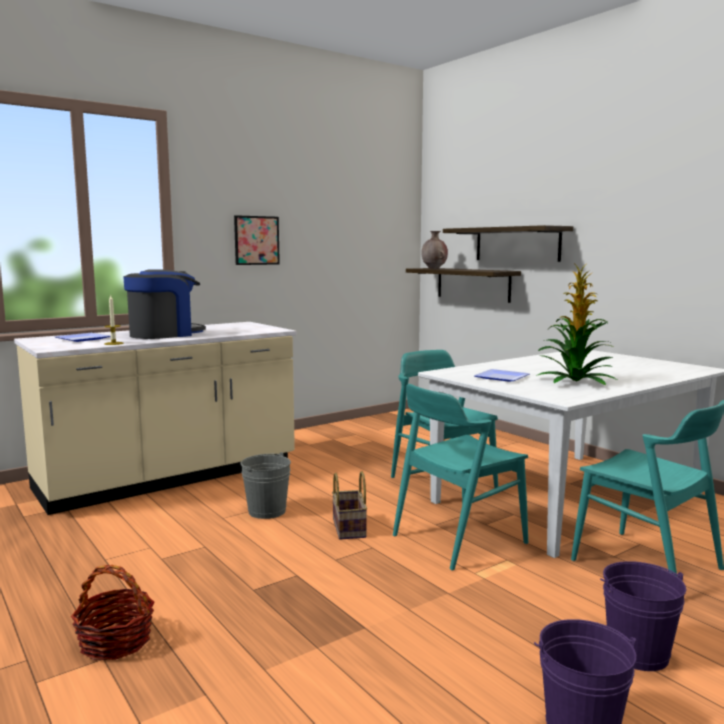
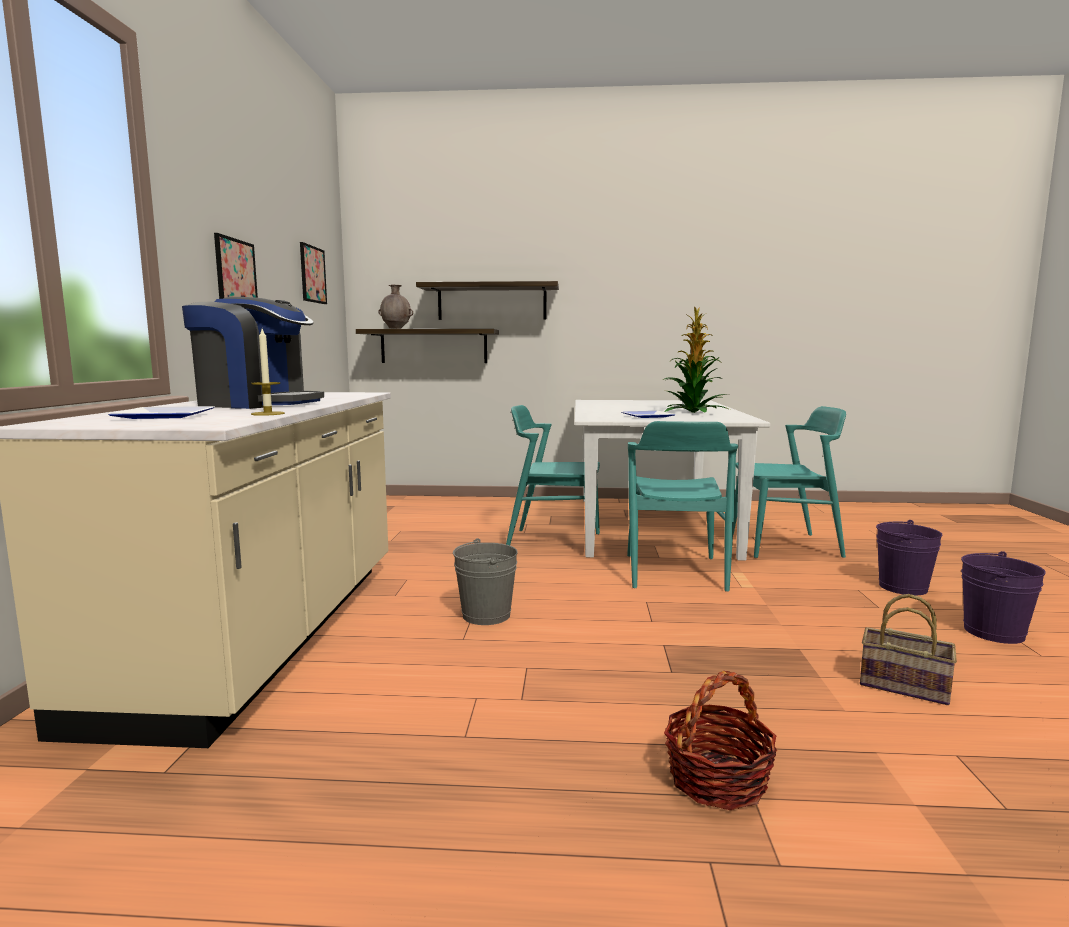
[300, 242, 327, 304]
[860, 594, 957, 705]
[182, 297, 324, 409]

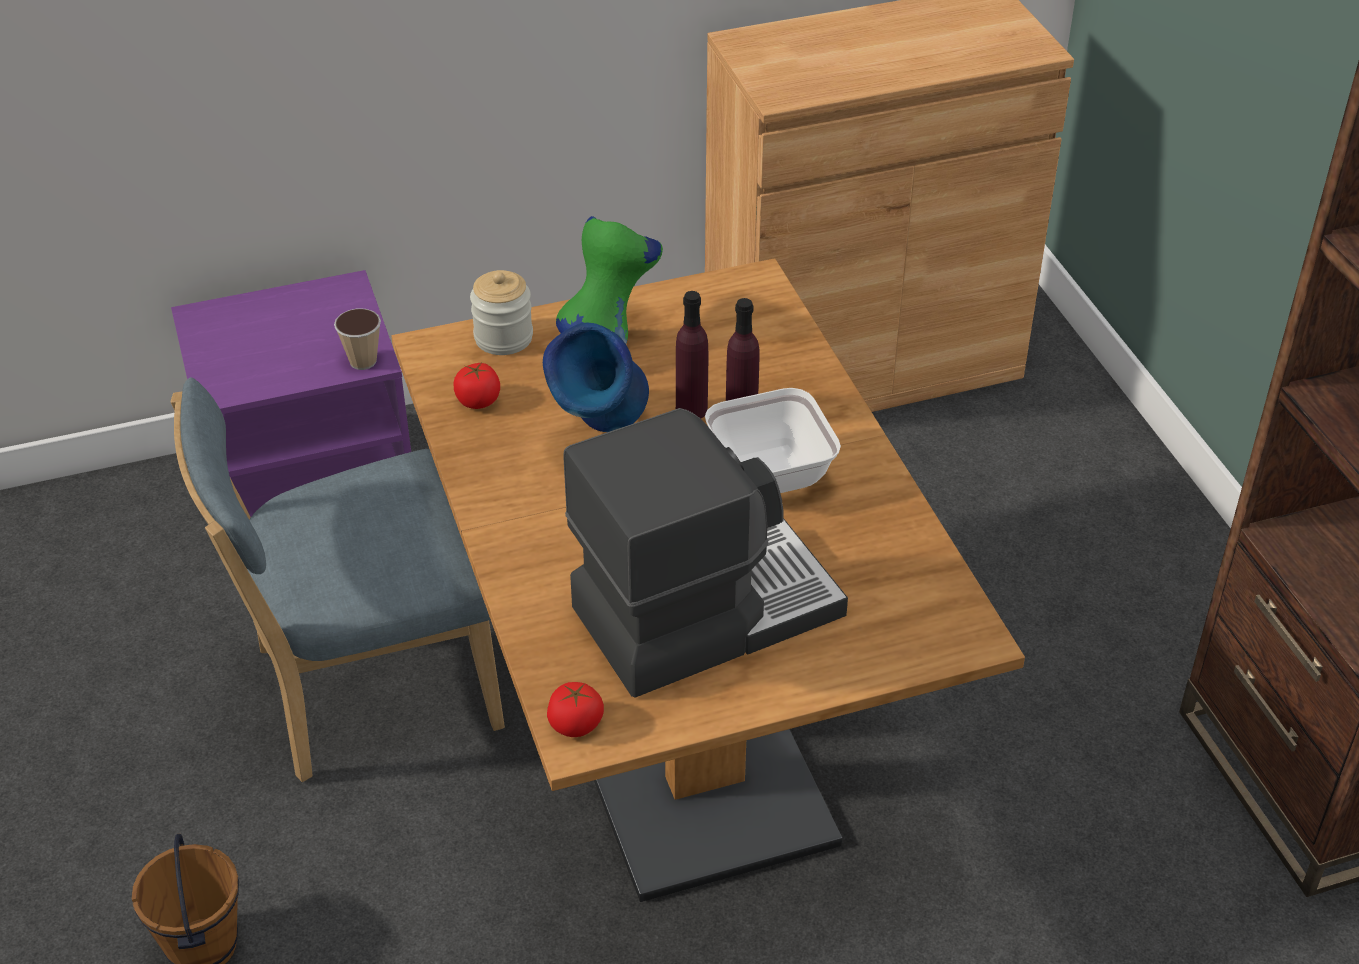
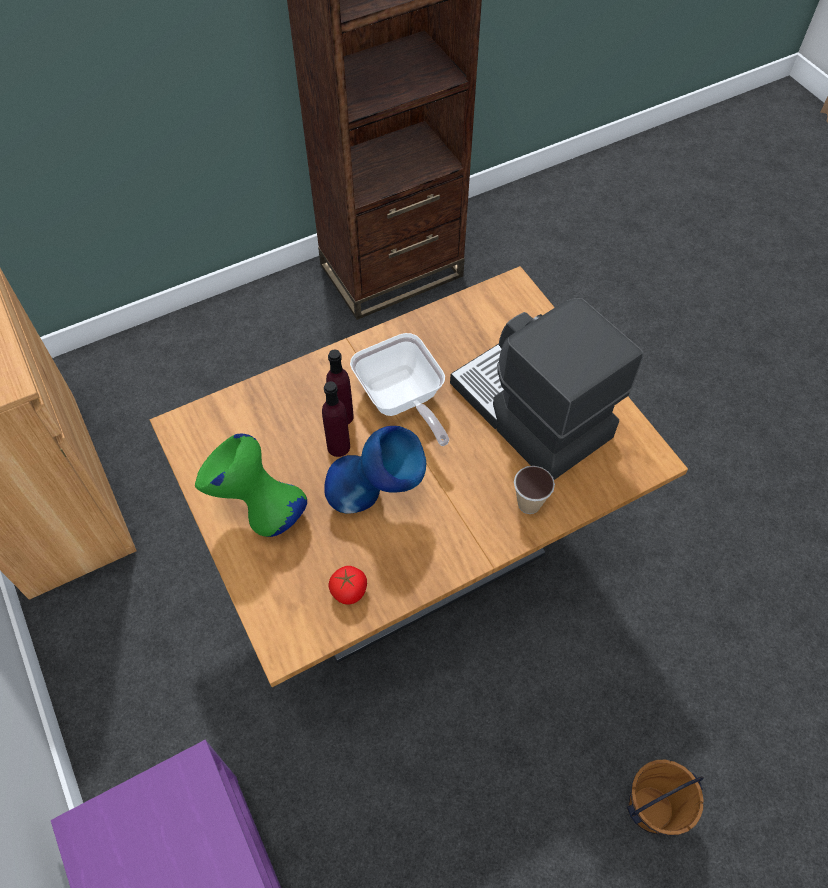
[171, 377, 505, 782] (first image)
[470, 270, 533, 355] (first image)
[547, 682, 604, 737] (first image)
[514, 466, 555, 514]

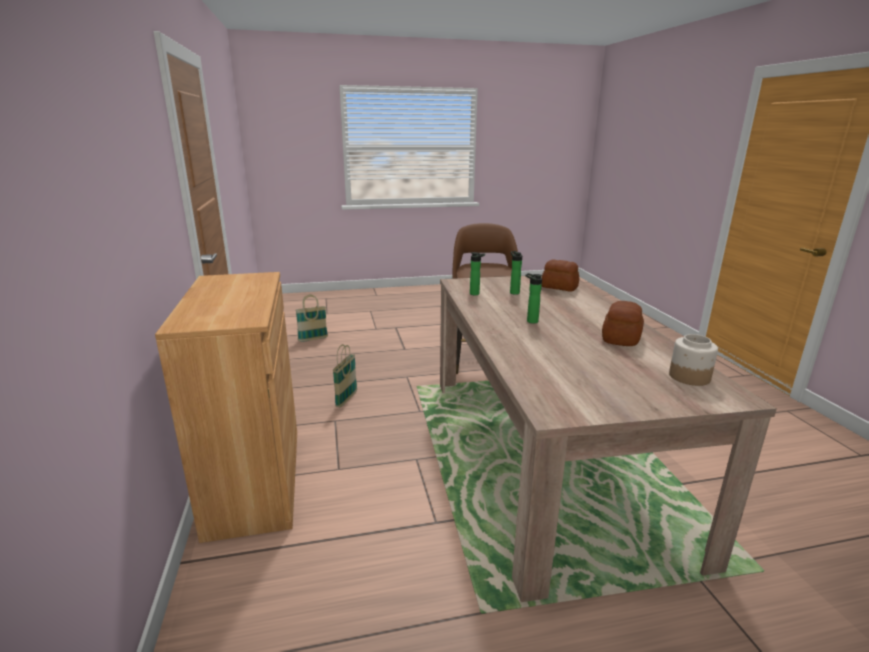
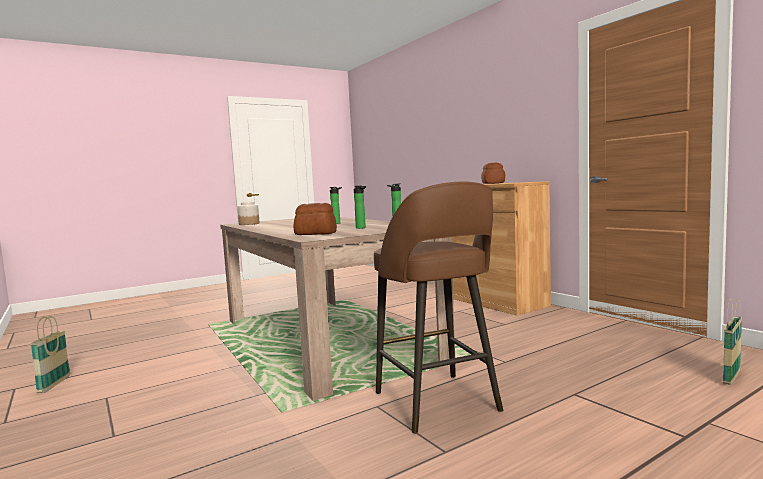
[30, 316, 70, 393]
[481, 163, 505, 184]

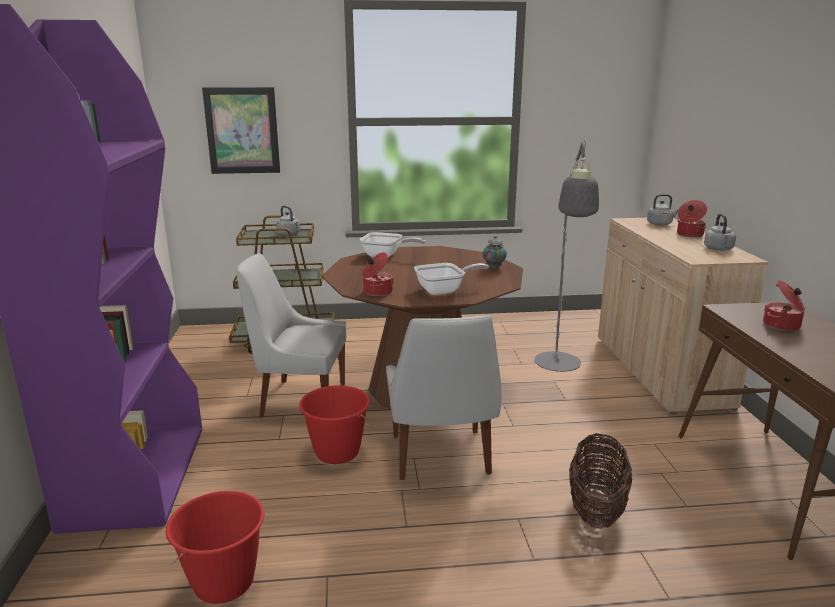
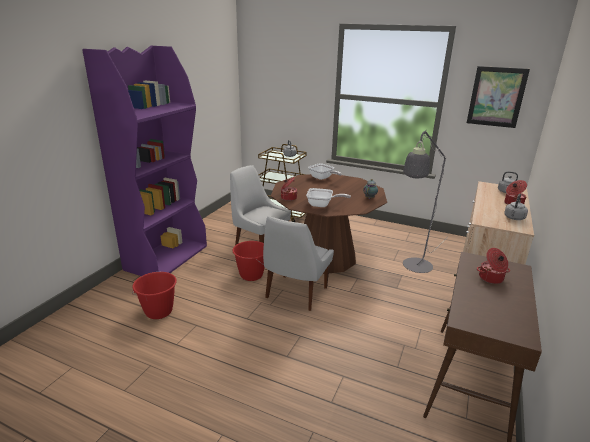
[569, 433, 632, 529] (first image)
[467, 66, 530, 128]

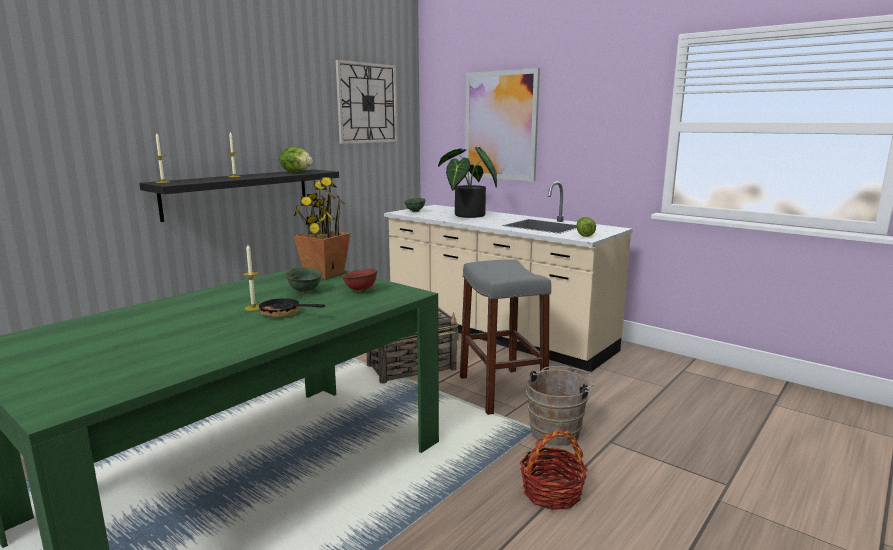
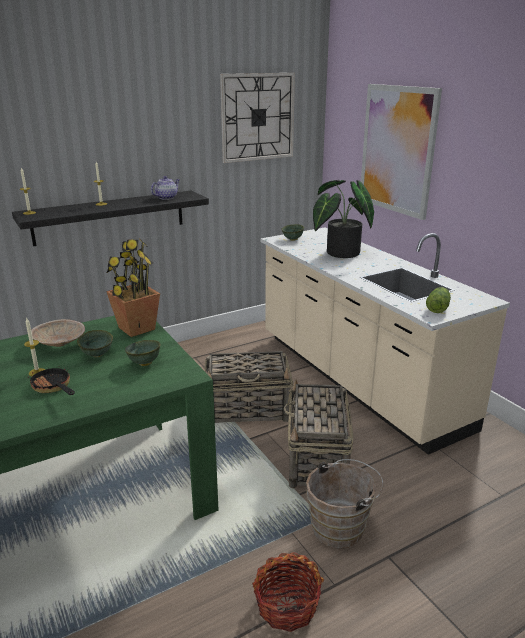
[31, 319, 85, 347]
[151, 176, 180, 200]
[284, 379, 353, 488]
[125, 340, 160, 366]

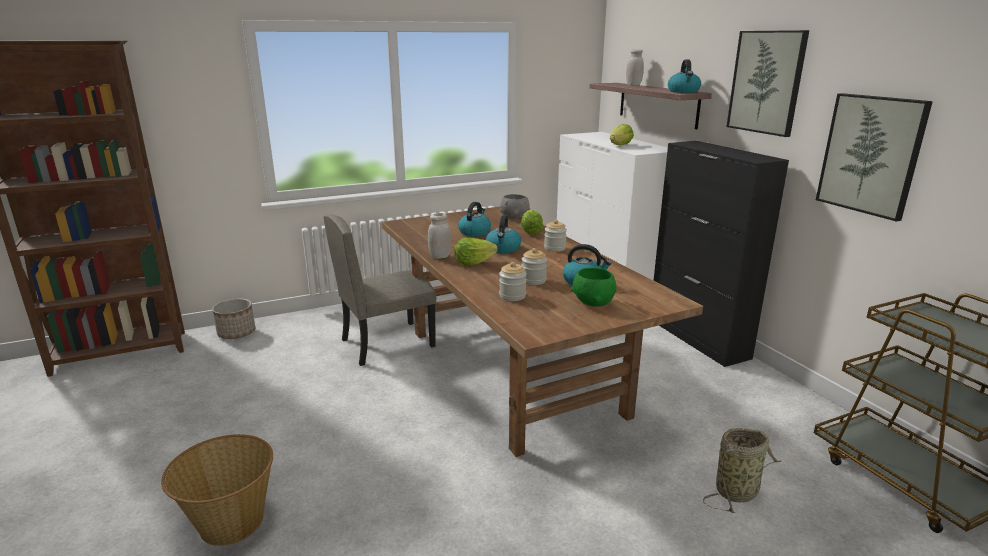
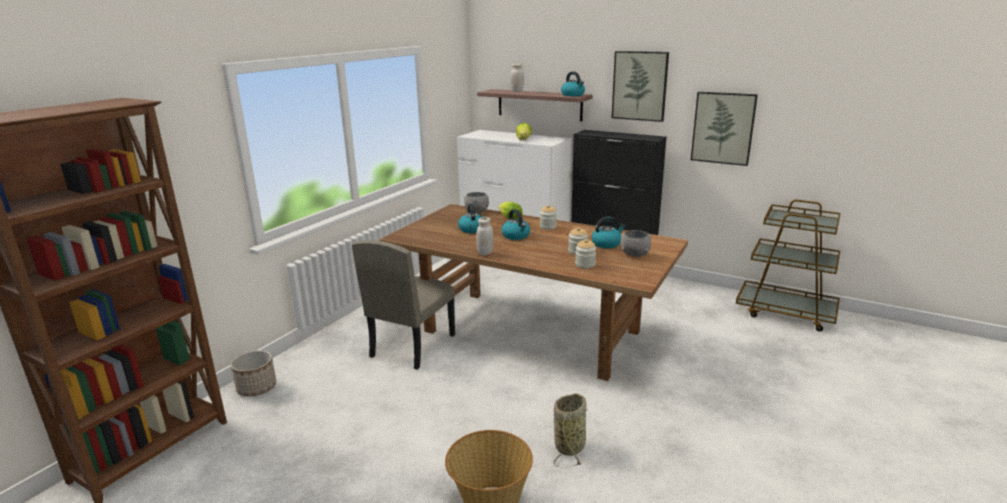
[454, 238, 498, 265] (first image)
[554, 393, 588, 468]
[620, 230, 652, 257]

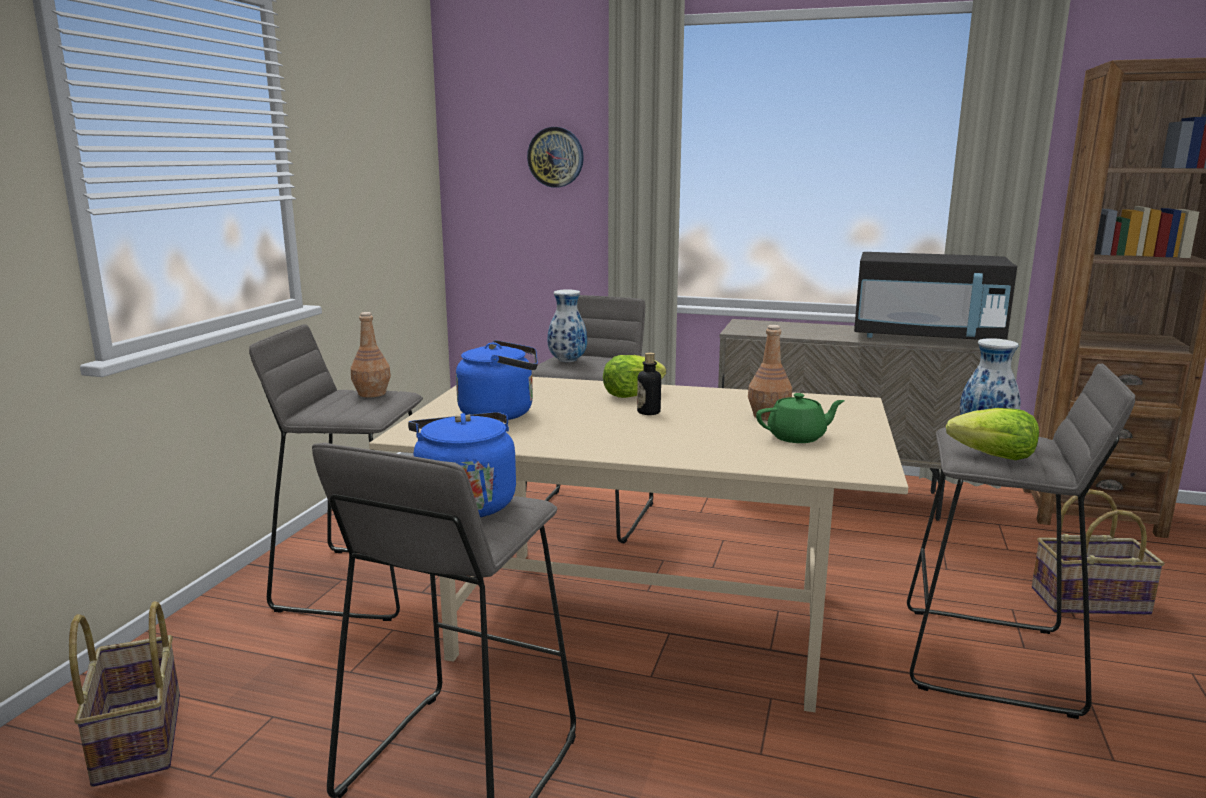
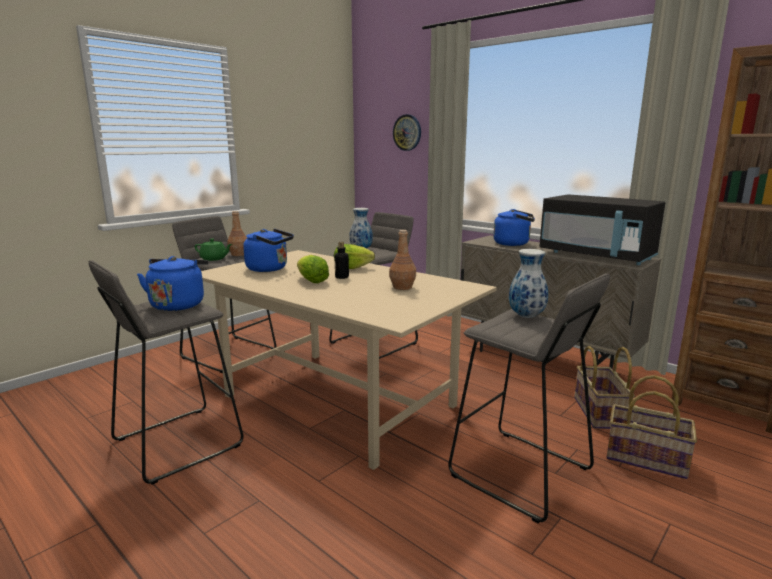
[493, 209, 535, 246]
[574, 346, 635, 429]
[195, 239, 232, 261]
[297, 255, 329, 283]

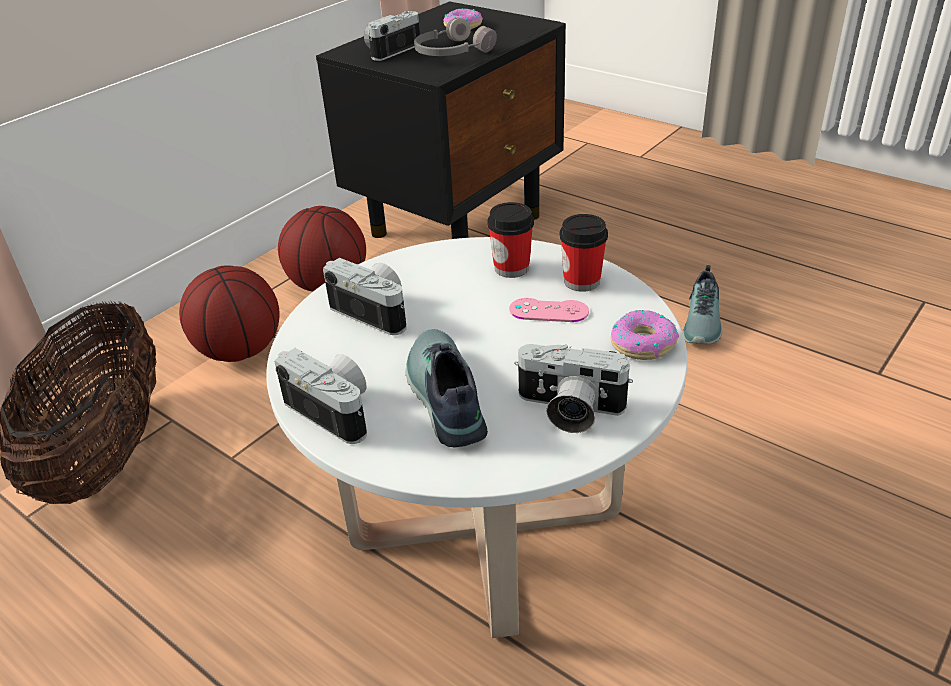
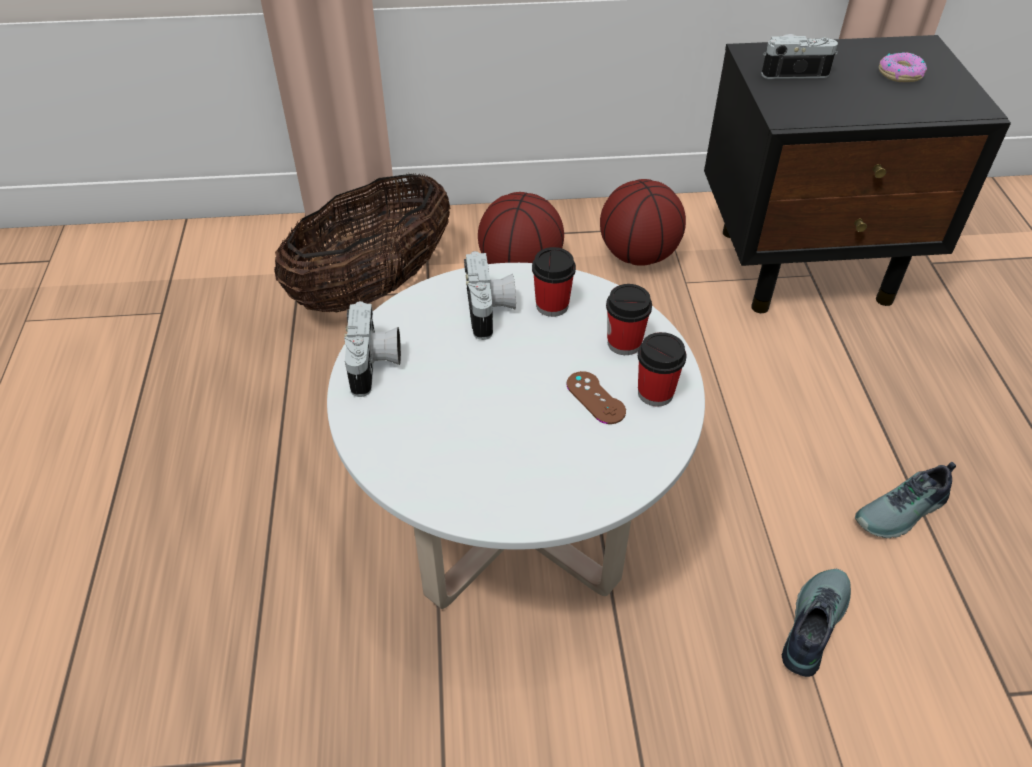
[414, 18, 497, 56] (first image)
[514, 344, 633, 433] (first image)
[610, 310, 679, 360] (first image)
[532, 247, 576, 317]
[782, 569, 851, 677]
[566, 371, 626, 424]

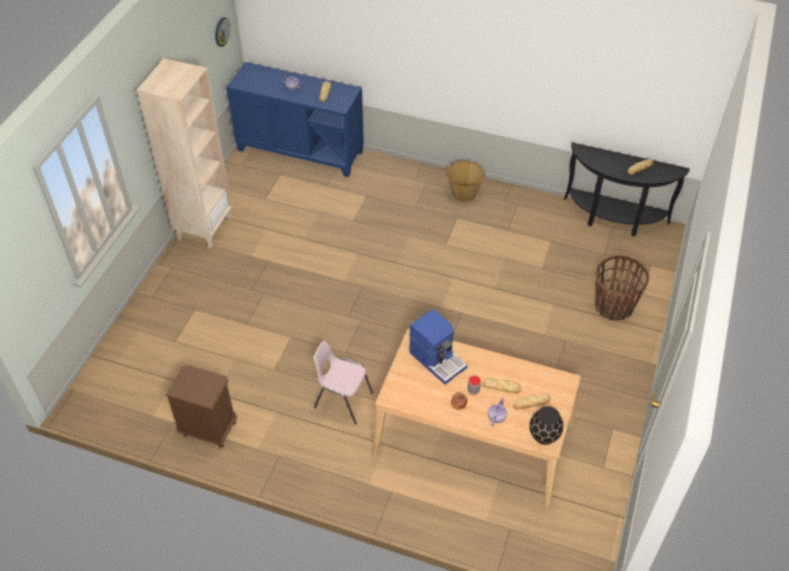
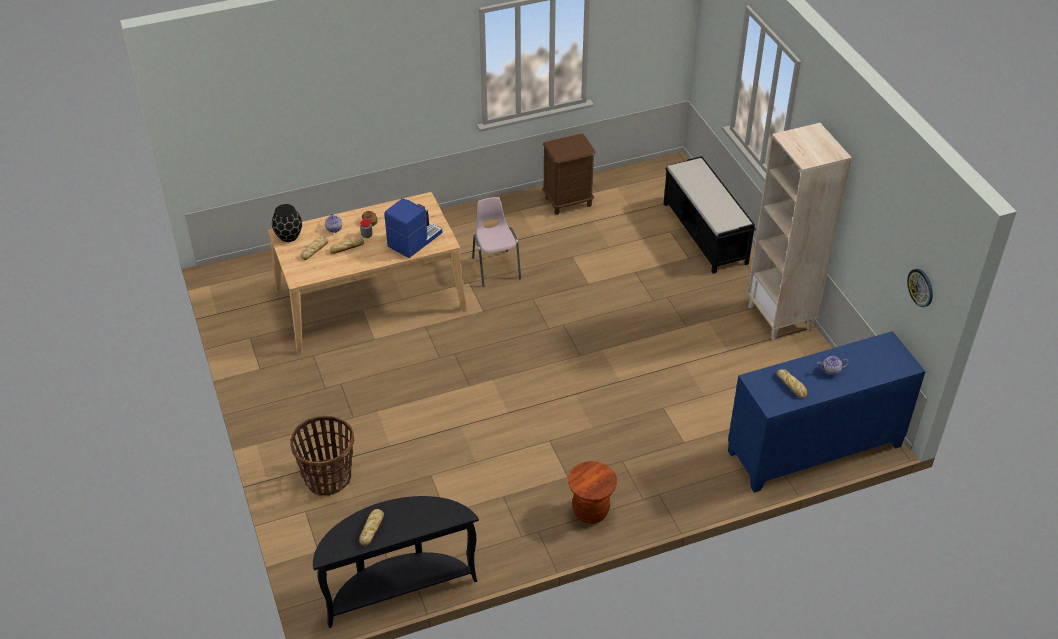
[664, 156, 756, 274]
[568, 461, 617, 524]
[472, 197, 521, 287]
[385, 199, 442, 258]

